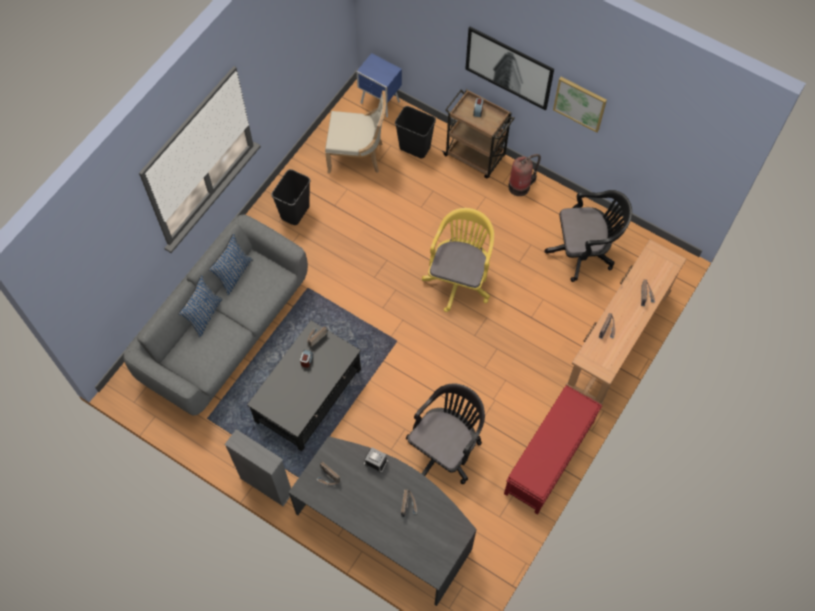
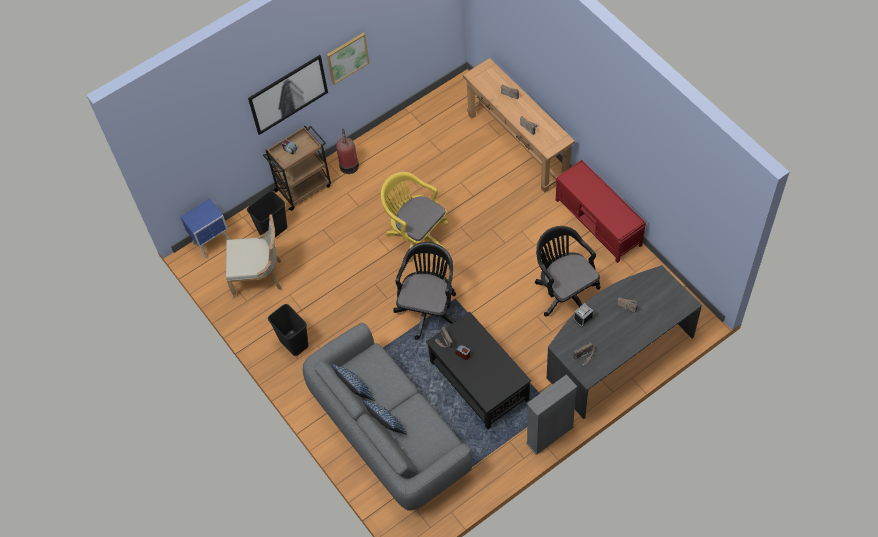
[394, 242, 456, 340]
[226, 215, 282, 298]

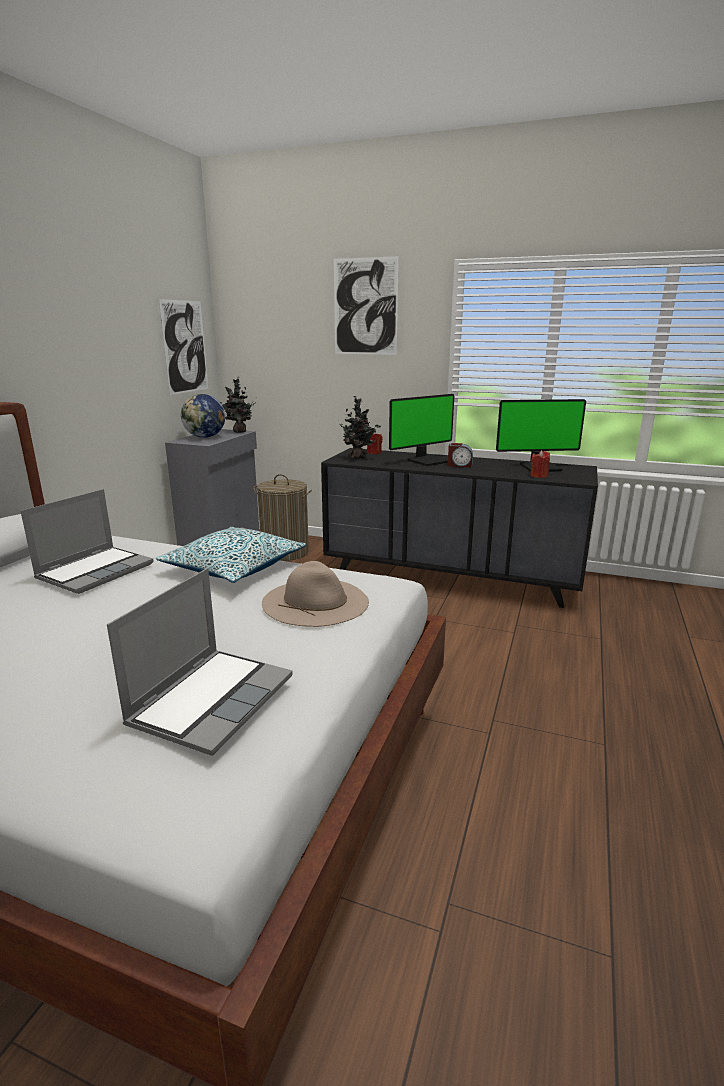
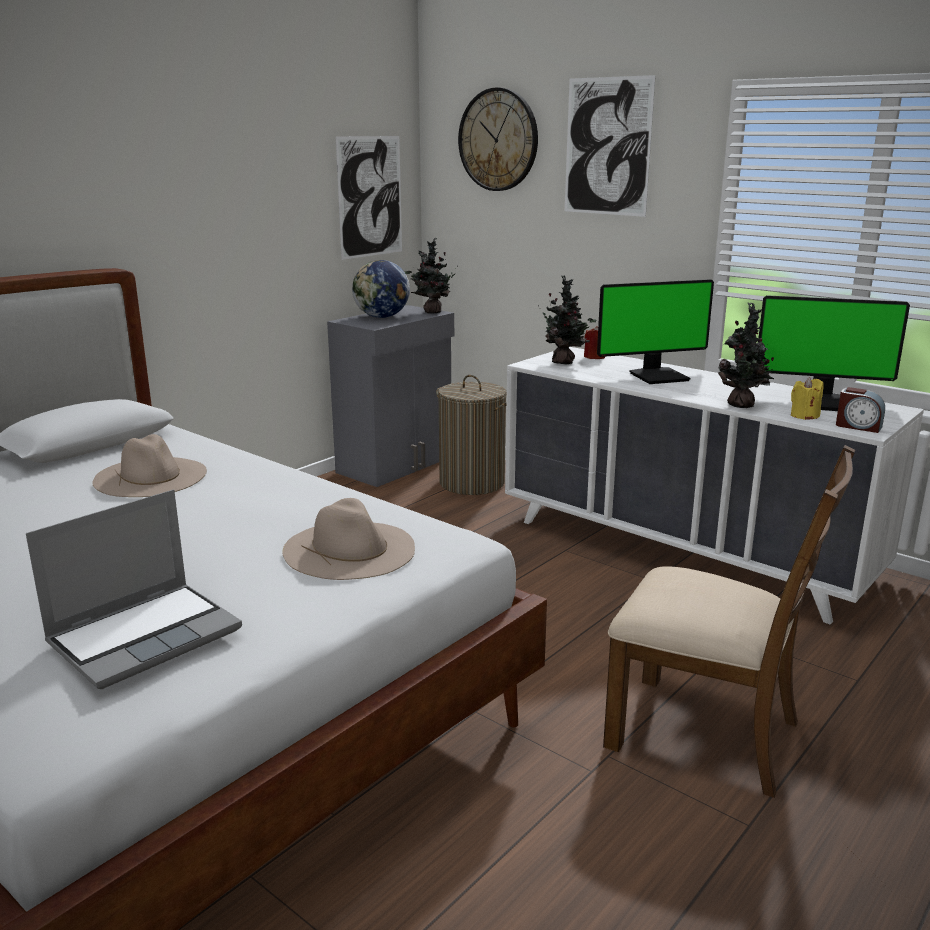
[156, 527, 306, 583] (first image)
[458, 87, 538, 191]
[603, 445, 856, 798]
[718, 303, 774, 408]
[836, 387, 885, 433]
[92, 434, 207, 497]
[505, 347, 924, 625]
[791, 377, 823, 420]

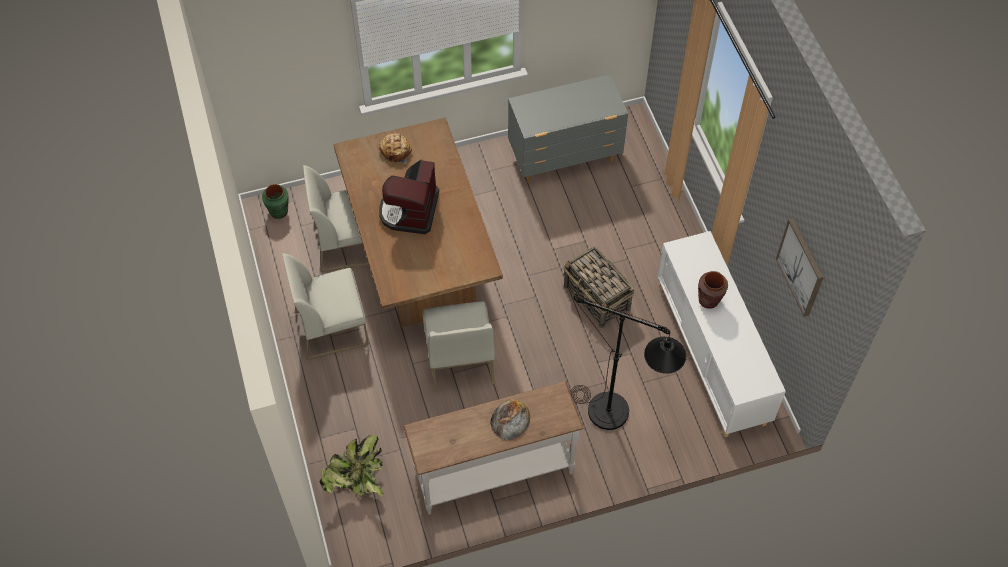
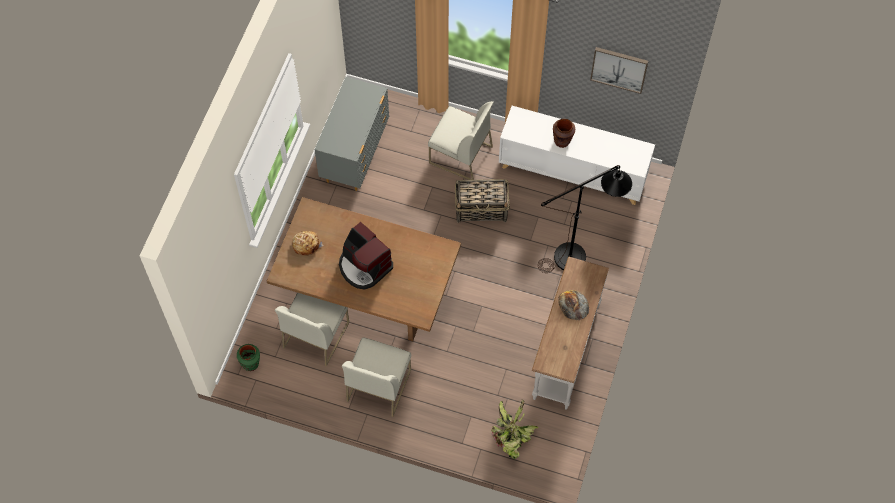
[428, 101, 494, 180]

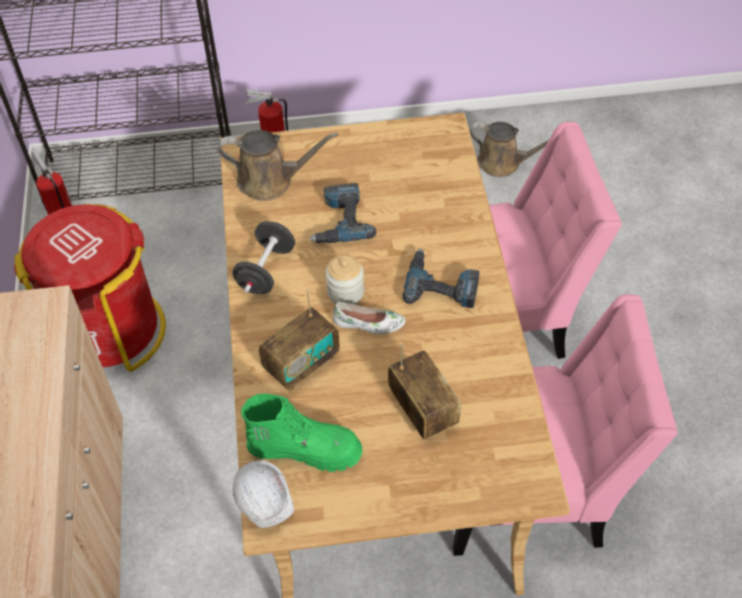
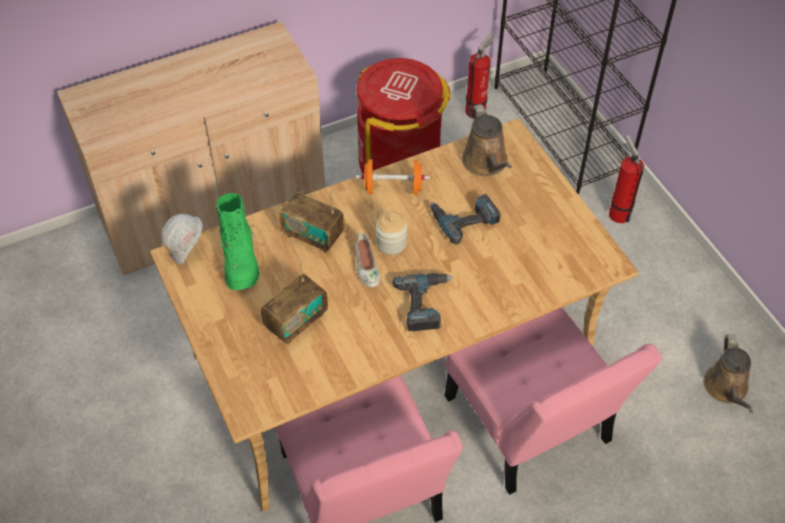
[356, 159, 430, 195]

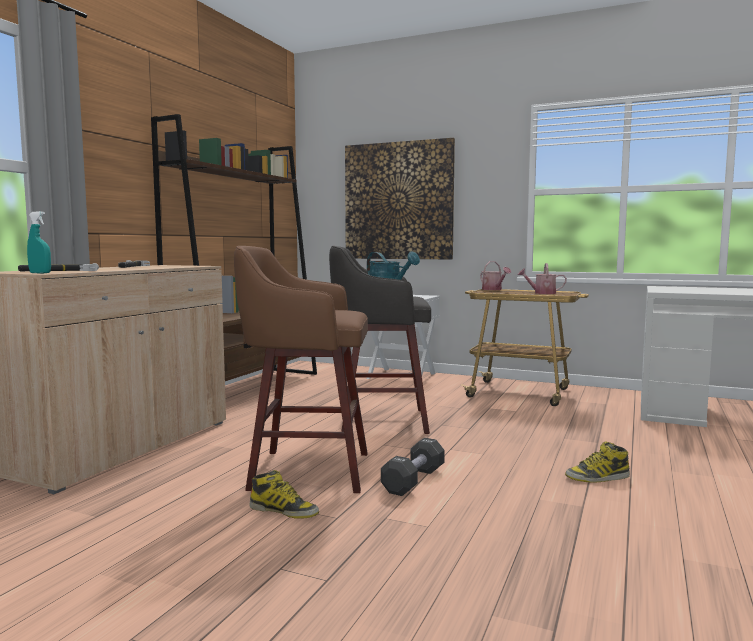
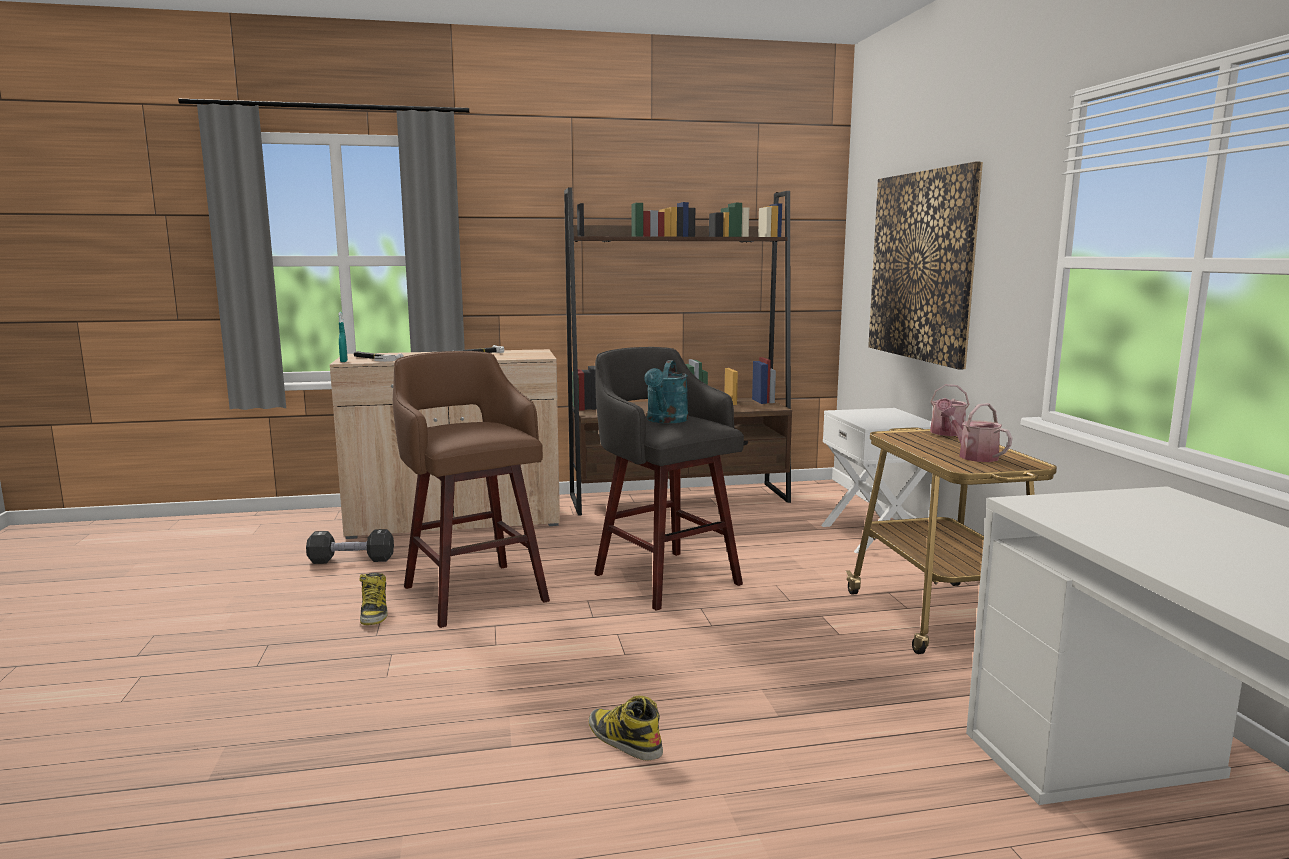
[306, 529, 394, 564]

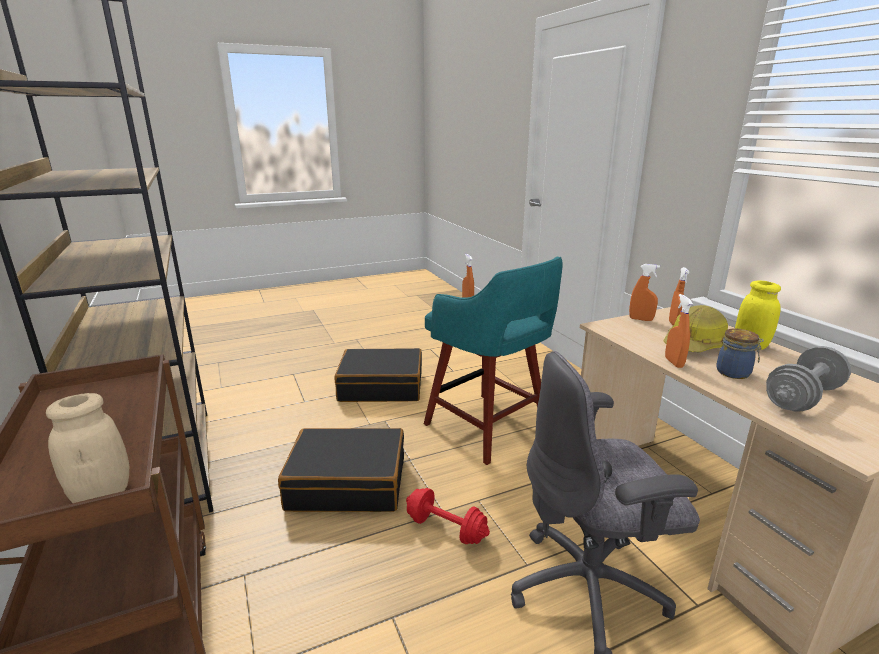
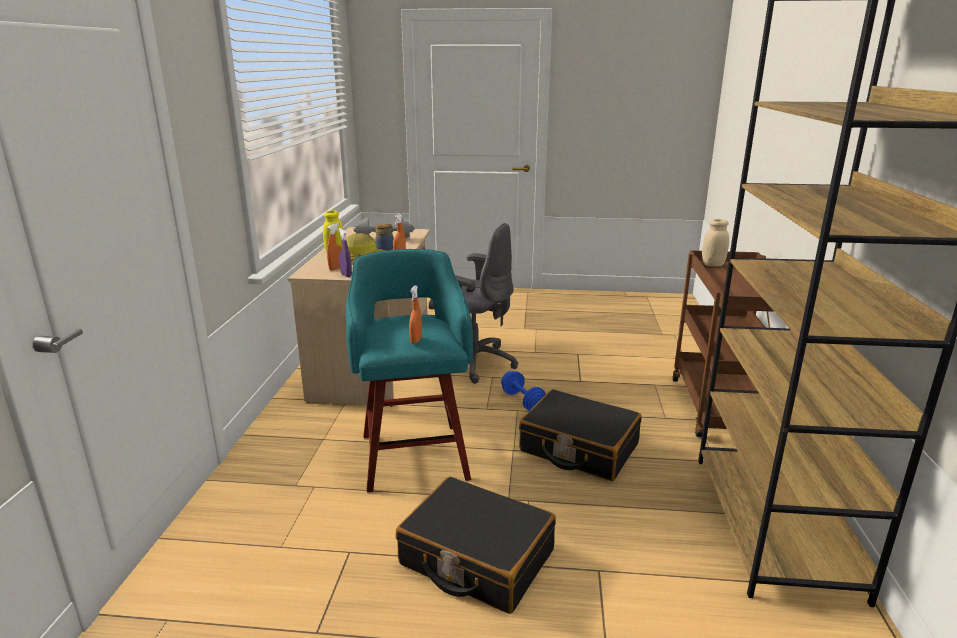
[501, 371, 546, 411]
[339, 228, 352, 277]

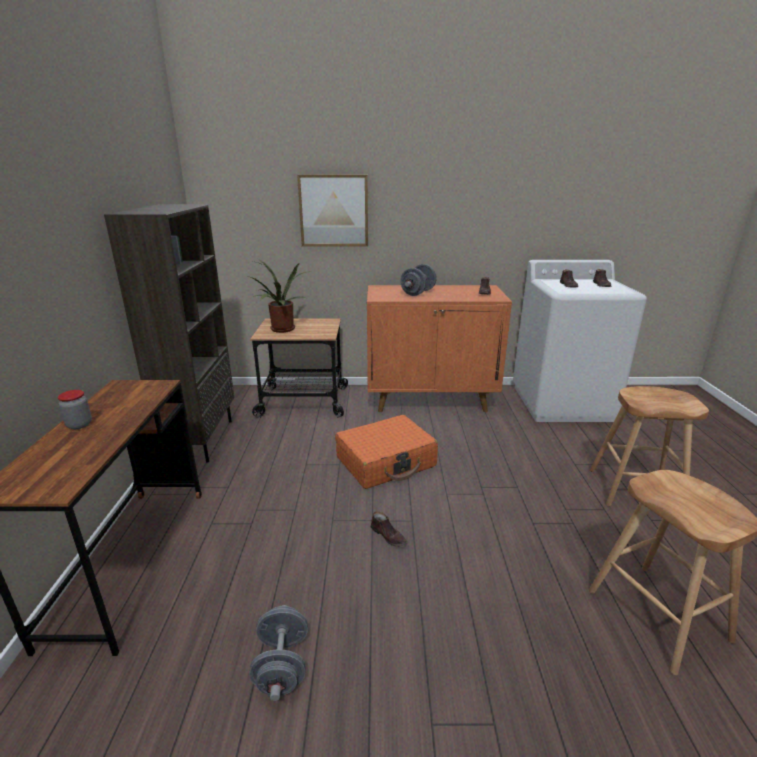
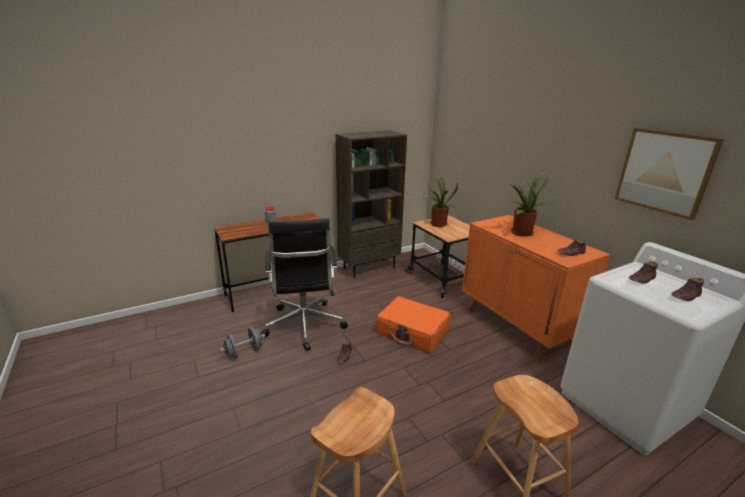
[261, 218, 348, 351]
[615, 128, 724, 220]
[510, 172, 552, 236]

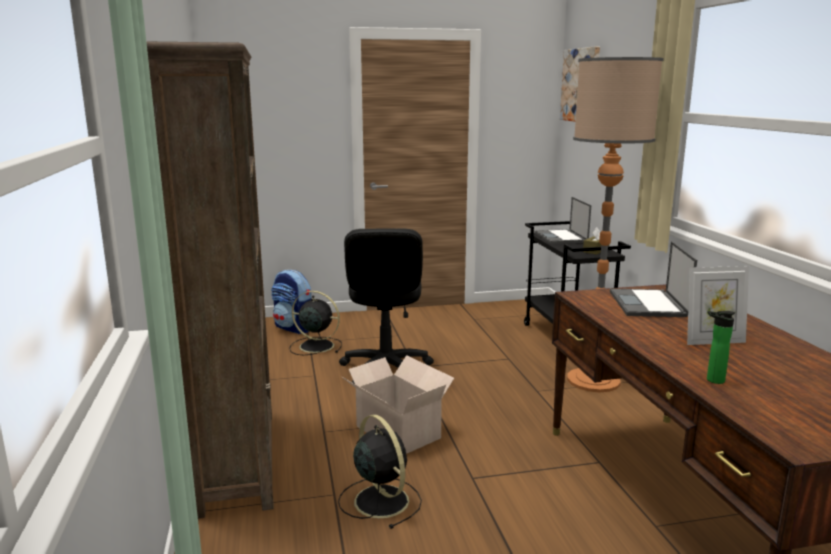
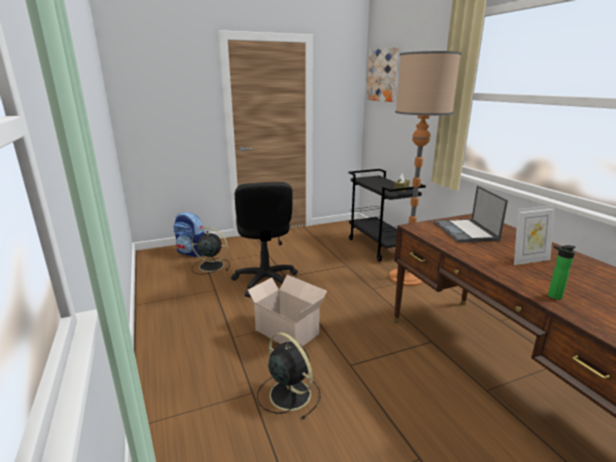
[146, 41, 273, 519] (first image)
[534, 197, 591, 244] (first image)

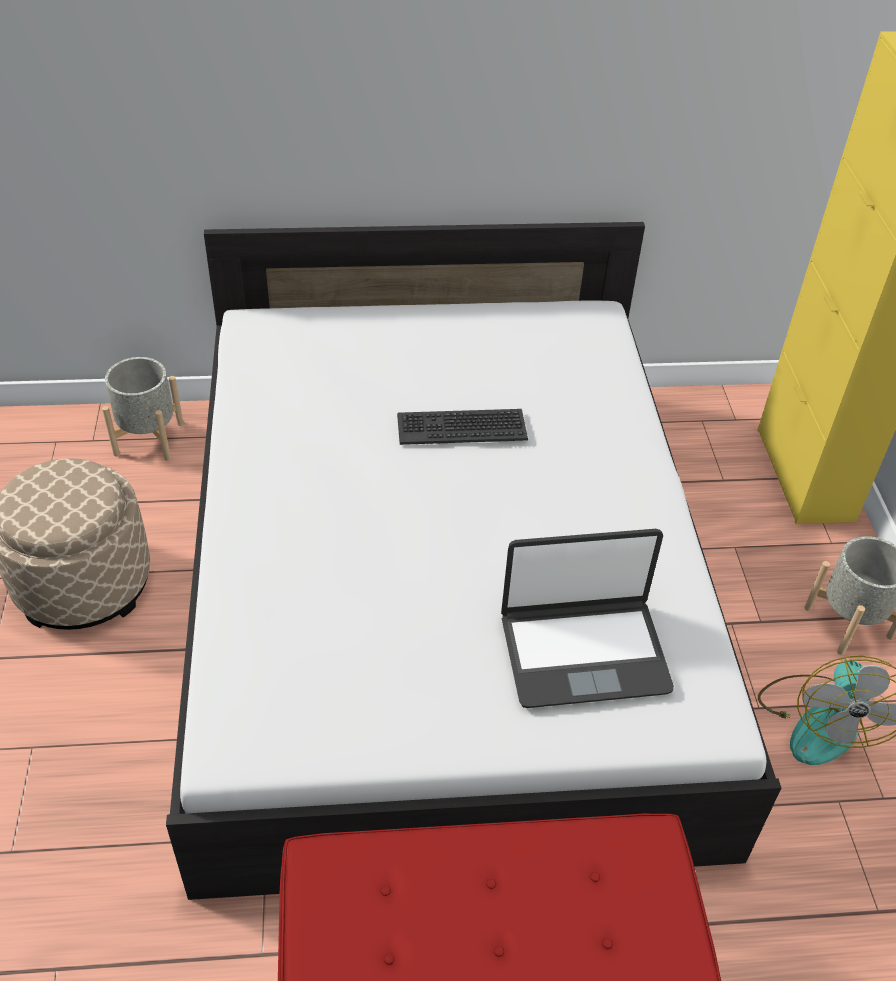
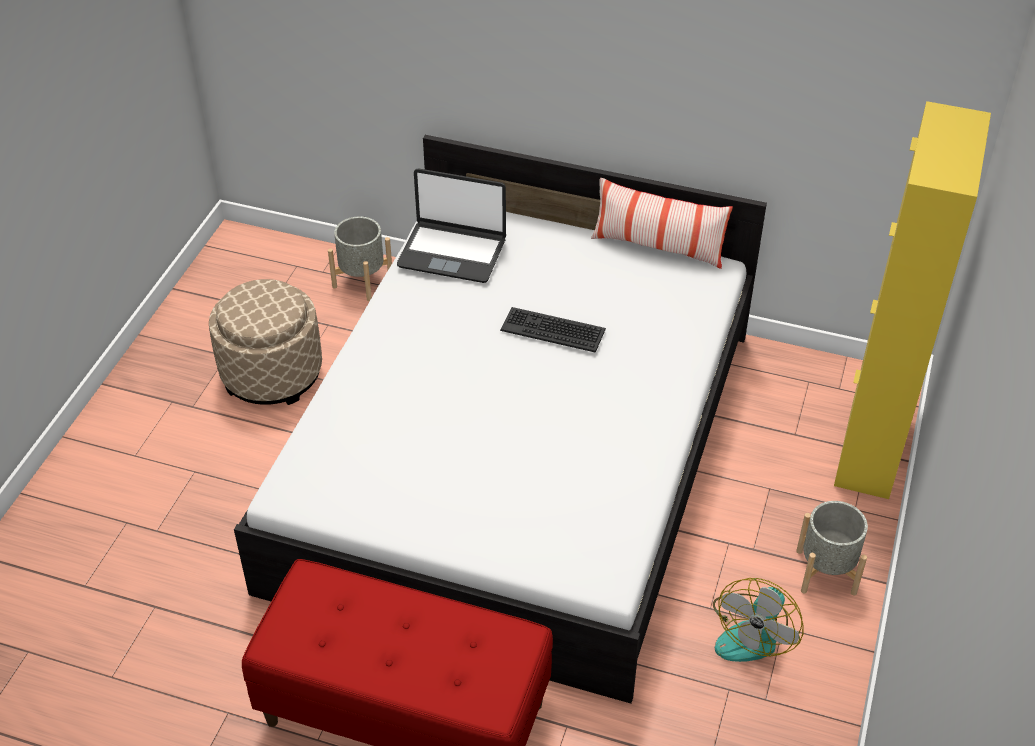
[591, 178, 733, 269]
[397, 169, 506, 283]

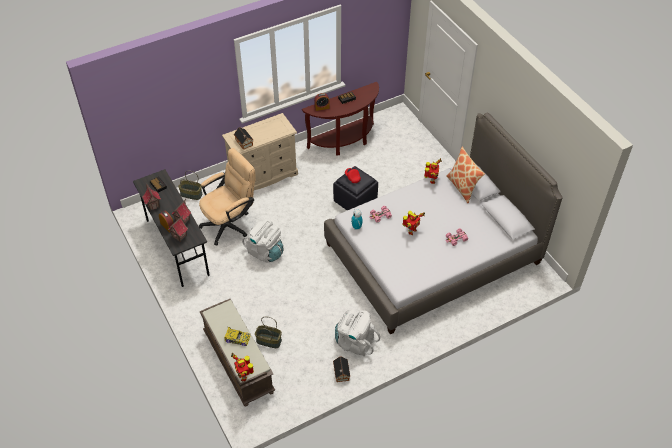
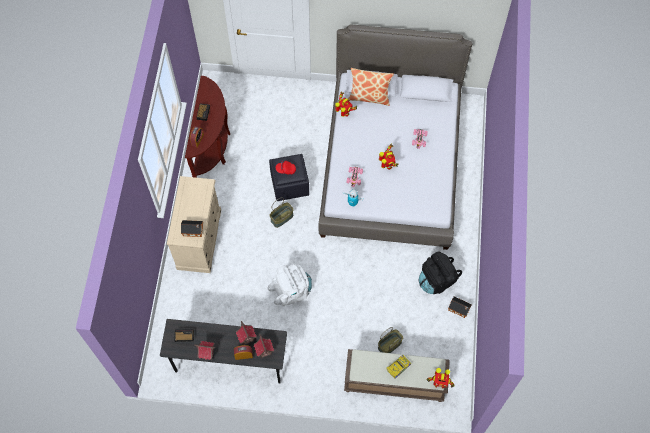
[199, 148, 256, 245] (first image)
[269, 197, 294, 228]
[419, 251, 462, 294]

